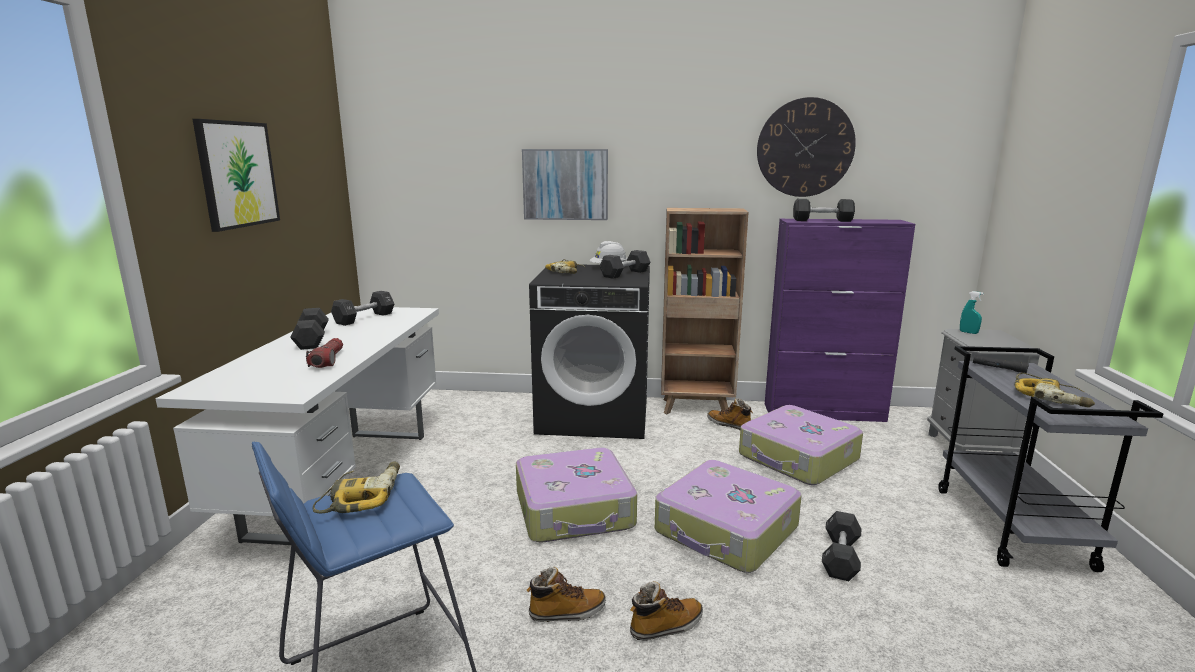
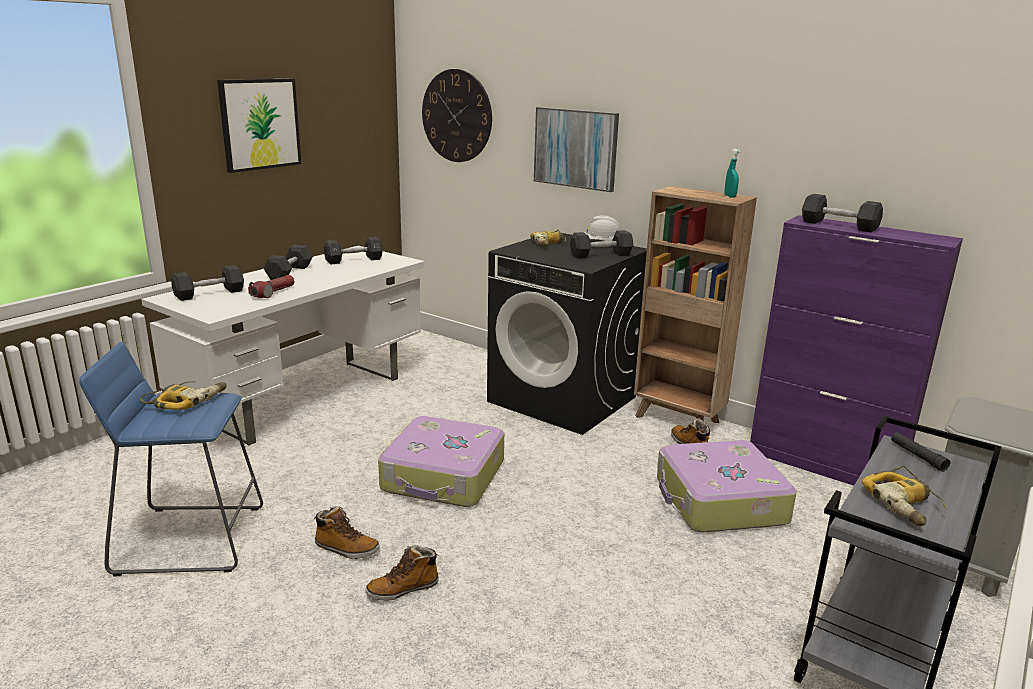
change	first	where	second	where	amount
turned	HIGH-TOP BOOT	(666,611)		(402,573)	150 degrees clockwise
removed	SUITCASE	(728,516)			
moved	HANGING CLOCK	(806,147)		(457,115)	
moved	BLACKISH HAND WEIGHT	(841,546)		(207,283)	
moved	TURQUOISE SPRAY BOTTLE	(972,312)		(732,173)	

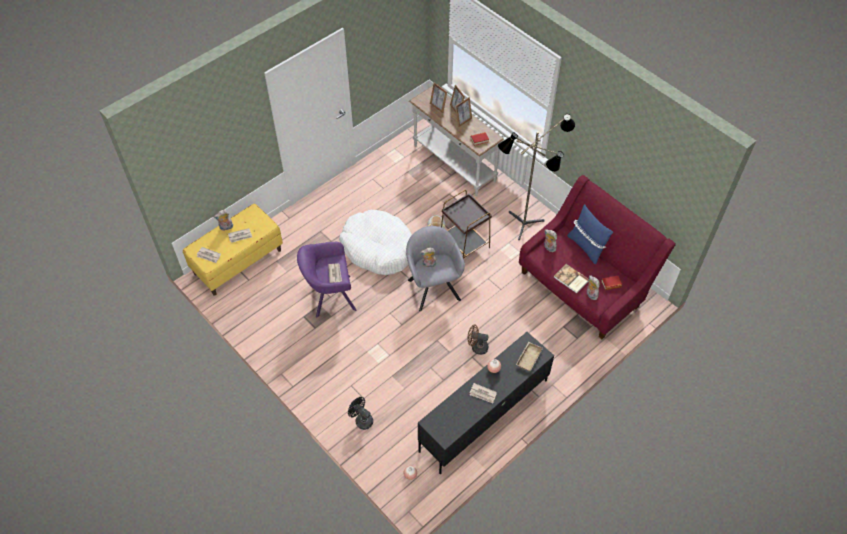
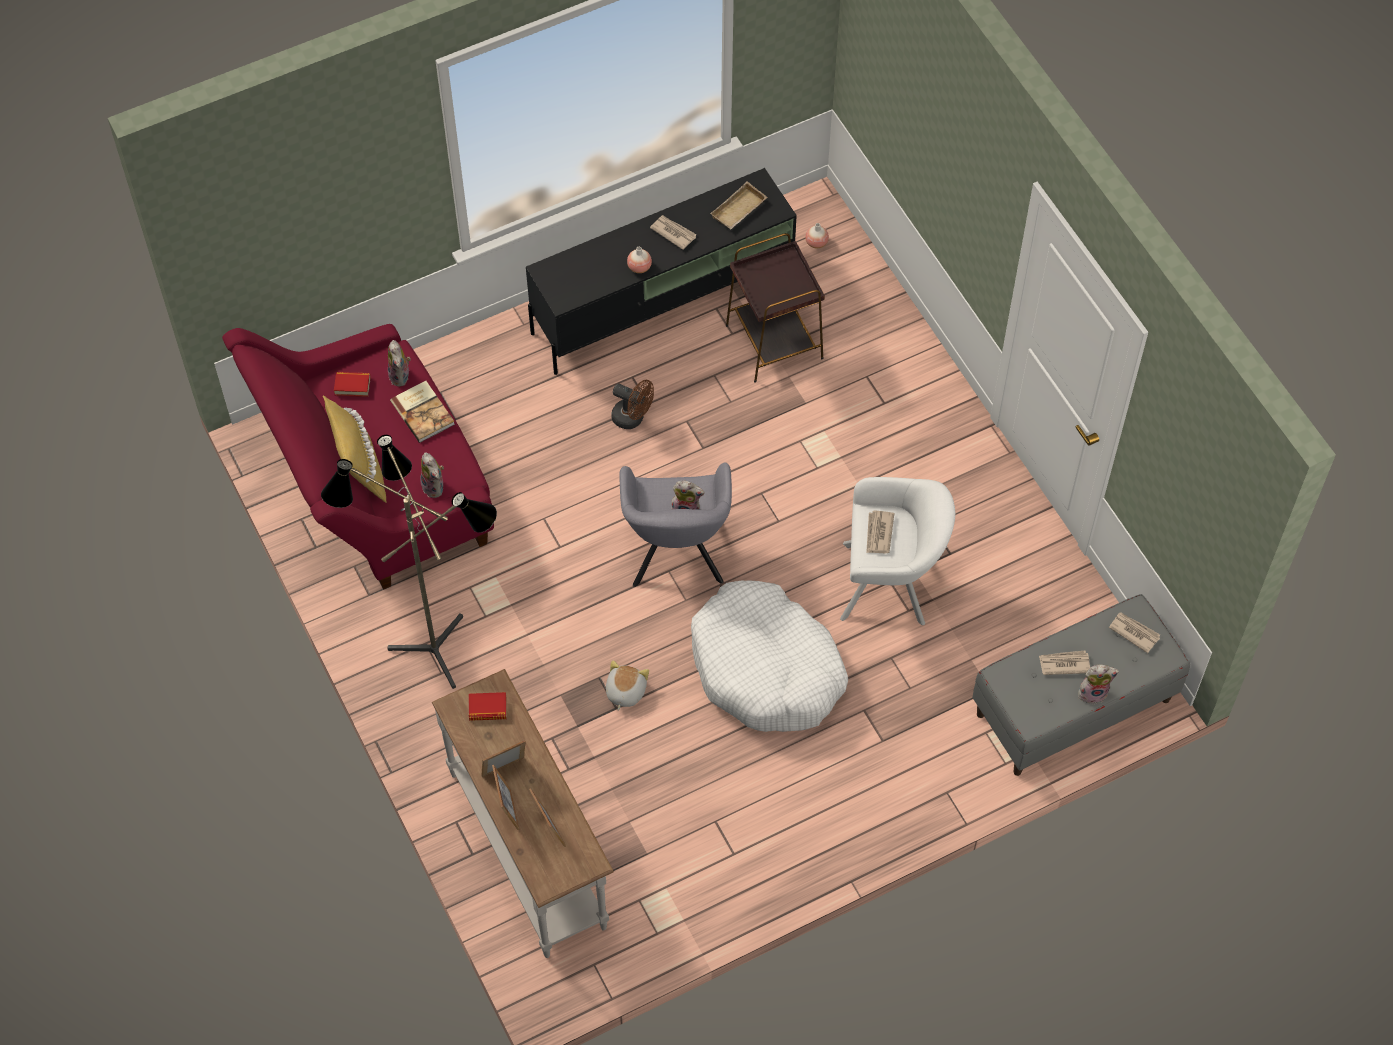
change	first	where	second	where	amount
recoloured	YELLOW INDOOR BENCH	(233,250)	GREY INDOOR BENCH	(1081,685)	
recoloured	PURPLE LOUNGE CHAIR	(326,279)	WHITISH LOUNGE CHAIR	(897,551)	
removed	BLACKISH ELECTRIC FAN	(360,413)			
moved	BROWNISH SIDE TABLE	(466,224)		(775,308)	
moved	BEIGE SERVING TRAY	(529,356)		(738,205)	
recoloured	BLUISH THROW PILLOW	(590,234)	YELLOW THROW PILLOW	(355,449)	

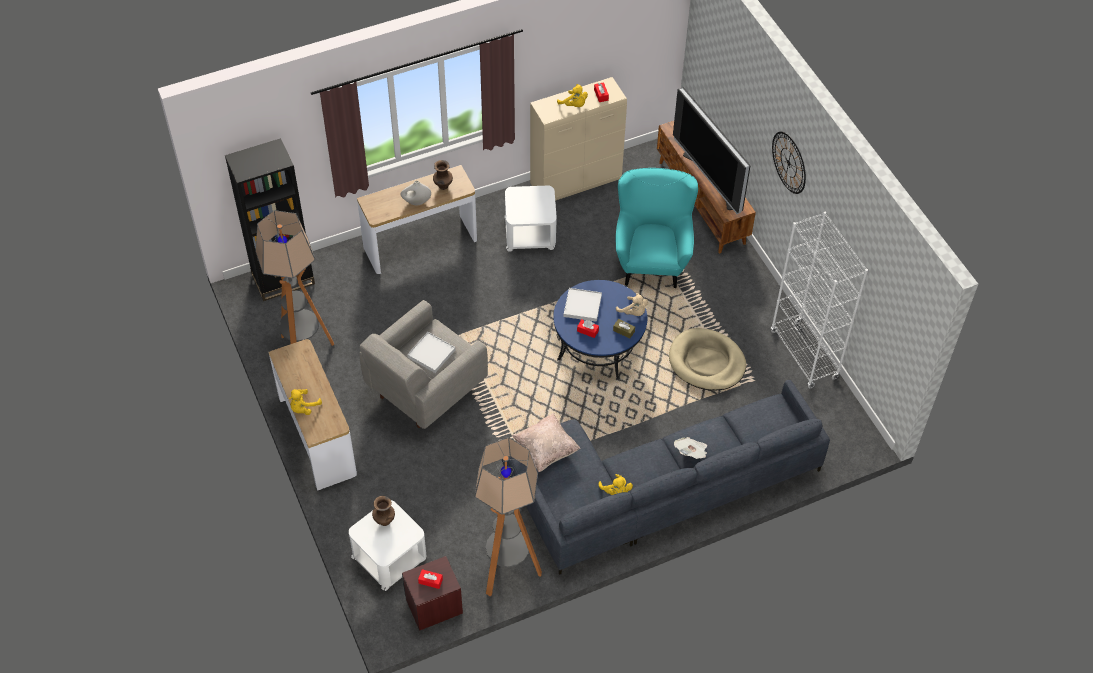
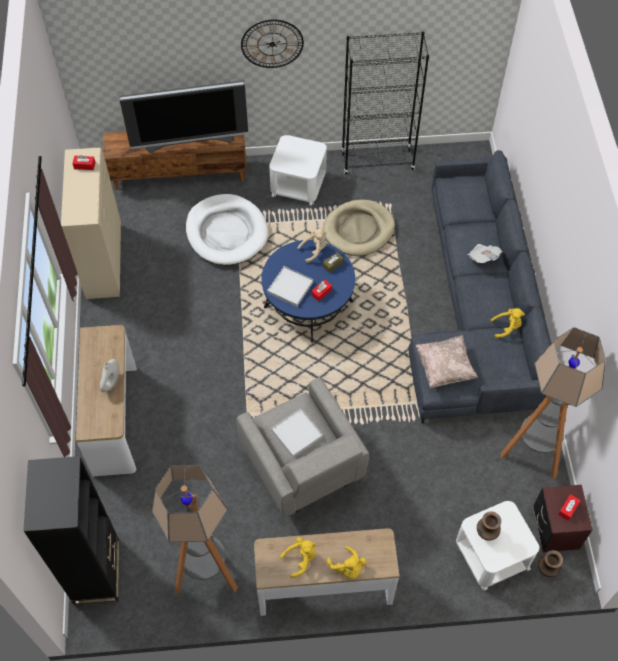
change	first	where	second	where	amount
moved	BROWNISH DECORATIVE VASE	(443,175)		(550,563)	
moved	WHITISH SIDE TABLE	(530,219)		(298,170)	
moved	YELLOW PLUSH TOY	(572,95)		(298,557)	
replaced	TURQUOISE LOUNGE CHAIR	(657,228)	WHITISH DOG CUSHION	(227,229)	
recoloured	WHITISH BOOKCASE	(819,300)	BLACKISH BOOKCASE	(385,103)	

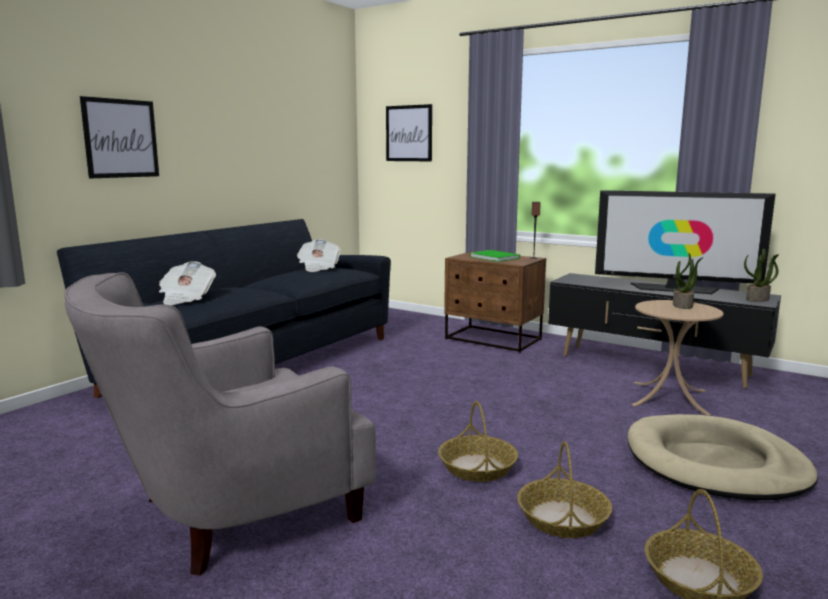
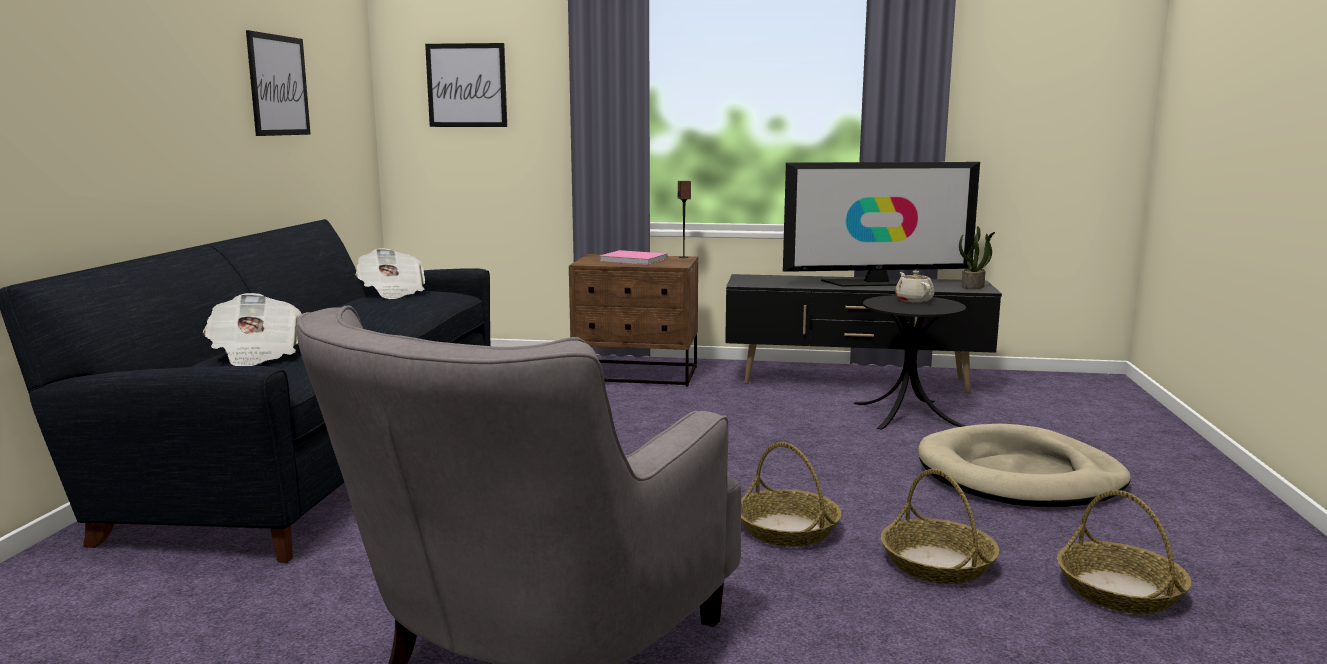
change	first	where	second	where	amount
moved	WALL PICTURE	(119,137)		(278,83)	
recoloured	GREEN VOLUME	(495,256)	PINKISH VOLUME	(634,257)	
recoloured	BEIGE SIDE TABLE	(677,358)	BLACKISH SIDE TABLE	(909,362)	
replaced	POTTED PLANT	(688,281)	BEIGE TEAPOT	(915,287)	

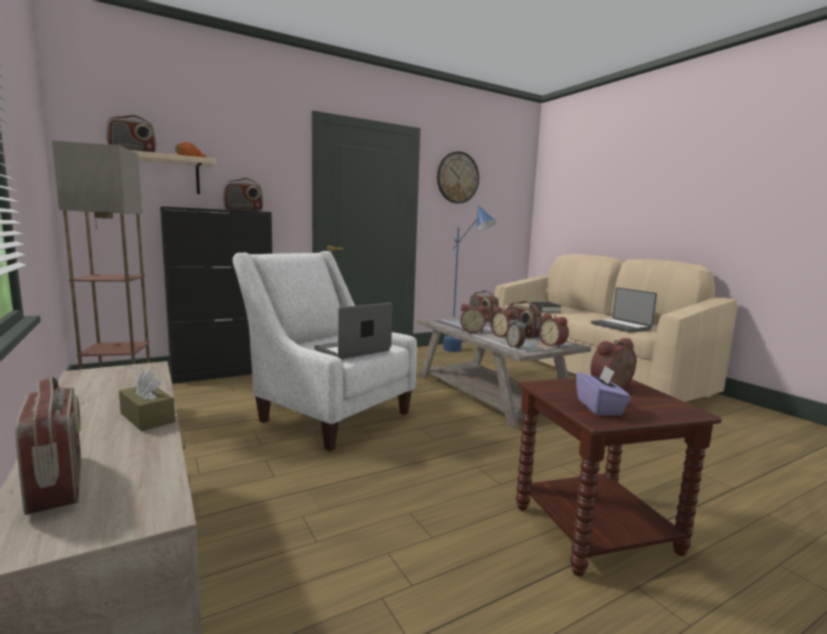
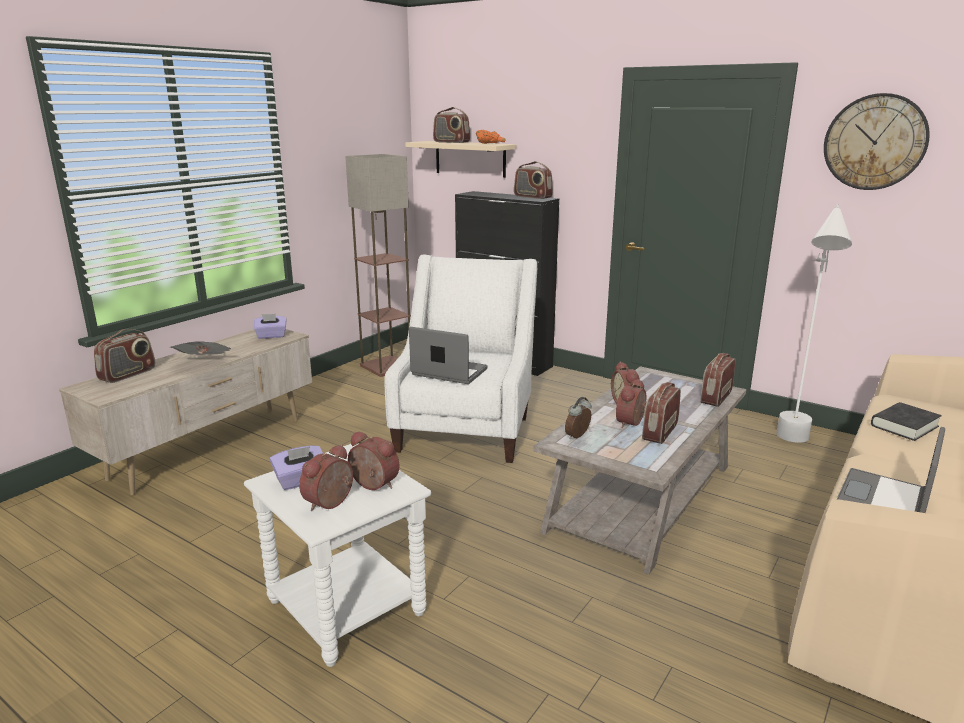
change	first	where	second	where	amount
replaced	BROWNISH TISSUE BOX	(147,400)	NEWSPAPER	(200,348)	
recoloured	BLUISH FLOOR LAMP	(469,278)	WHITISH FLOOR LAMP	(814,323)	
recoloured	BROWNISH SIDE TABLE	(619,477)	WHITISH SIDE TABLE	(337,555)	
moved	BEDSIDE CLOCK	(553,330)		(326,477)	
added			PURPLE TISSUE BOX	(270,326)	

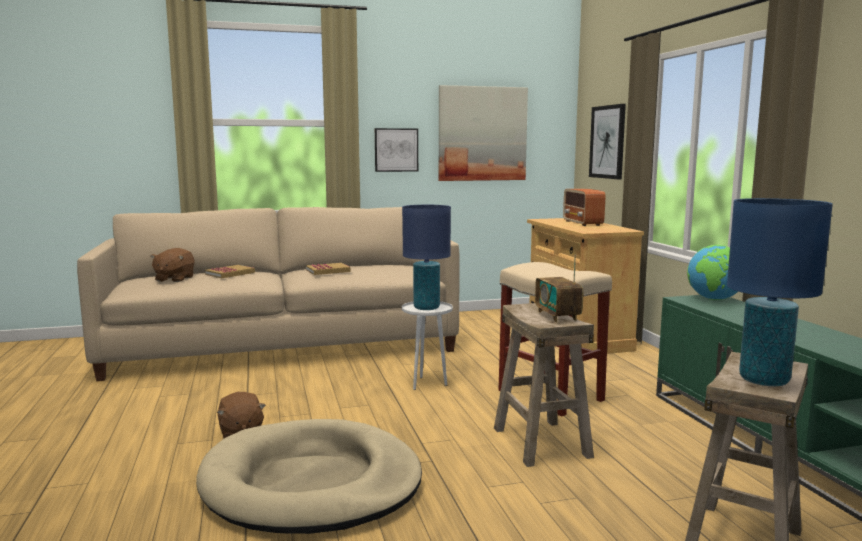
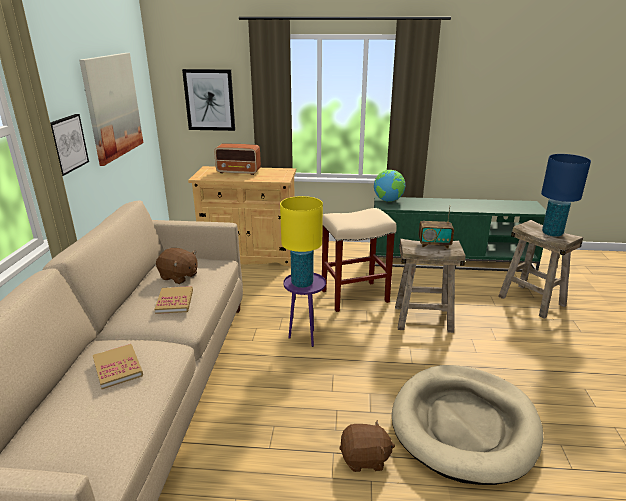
change	first	where	second	where	amount
moved	BROWNISH PLUSH TOY	(172,265)		(177,266)	
recoloured	BLUISH LAMP FOR A TABLE	(426,257)	YELLOW LAMP FOR A TABLE	(301,242)	
recoloured	WHITISH SIDE TABLE	(427,345)	PURPLE SIDE TABLE	(304,310)	

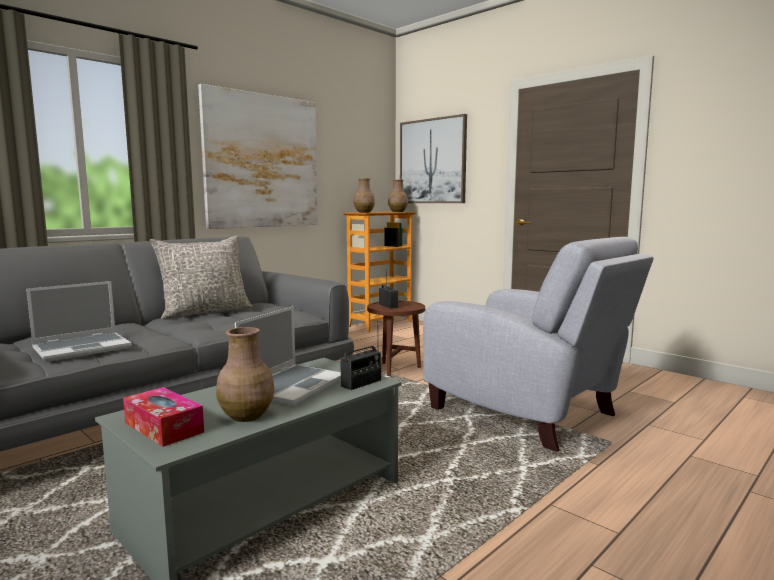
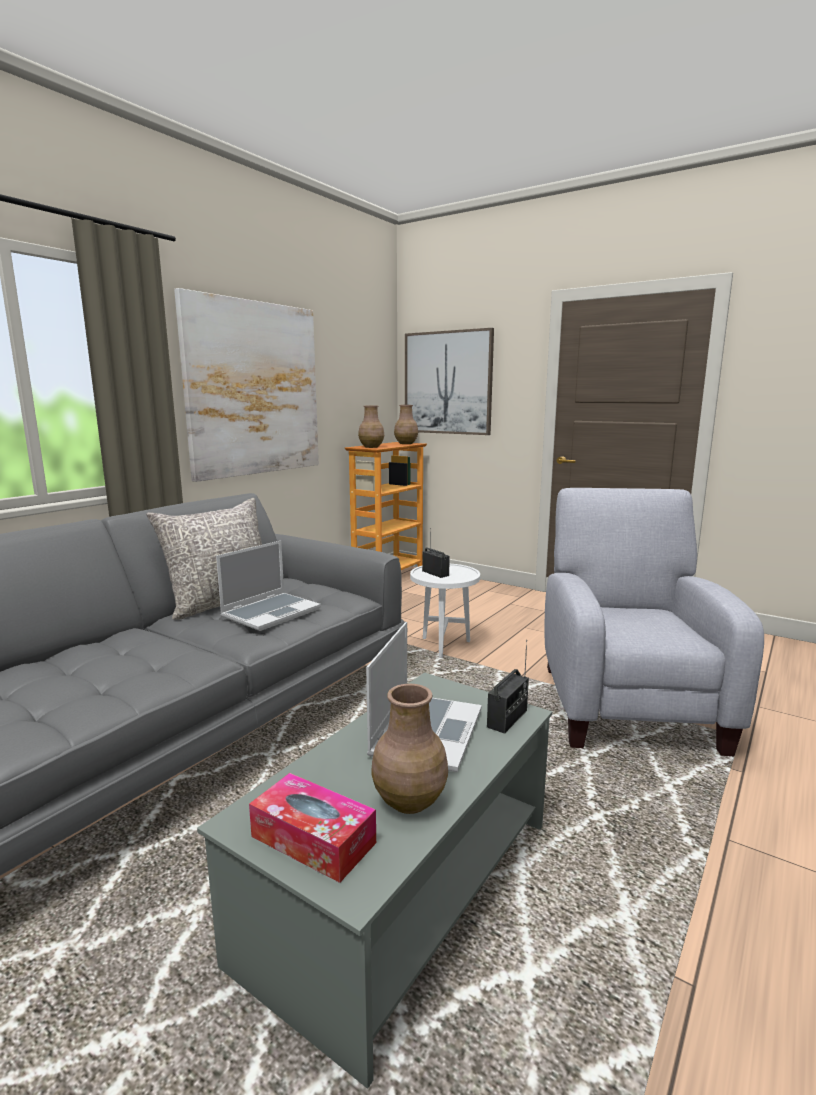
change	first	where	second	where	amount
moved	PORTABLE COMPUTER	(79,321)		(268,585)	
recoloured	BROWNISH SIDE TABLE	(396,338)	WHITISH SIDE TABLE	(445,611)	
turned	GREY LOUNGE CHAIR	(538,344)		(654,622)	120 degrees counterclockwise

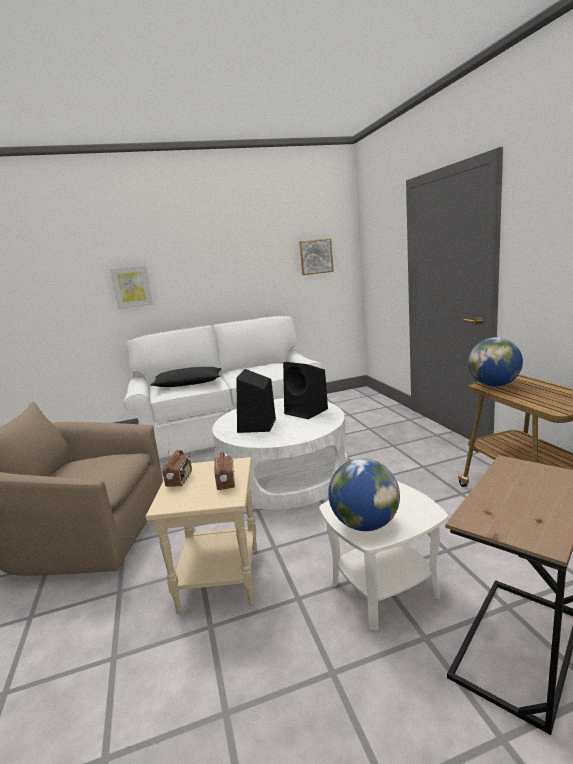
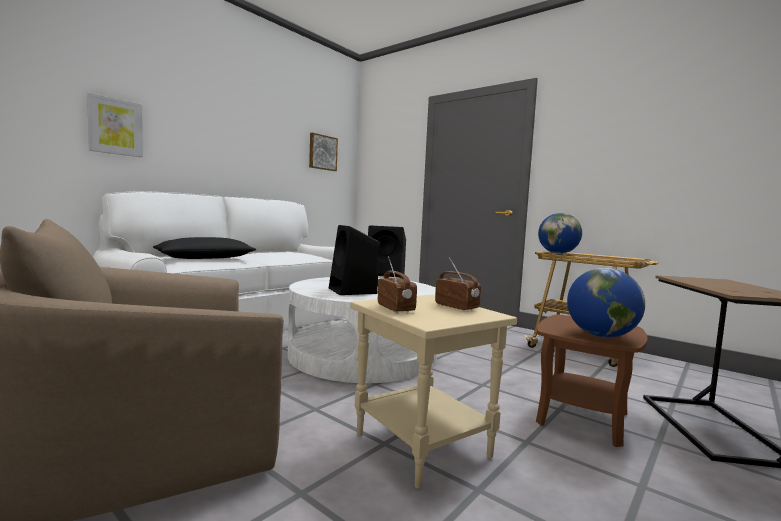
change	first	where	second	where	amount
recoloured	WHITISH SIDE TABLE	(383,556)	BROWNISH SIDE TABLE	(592,381)	

